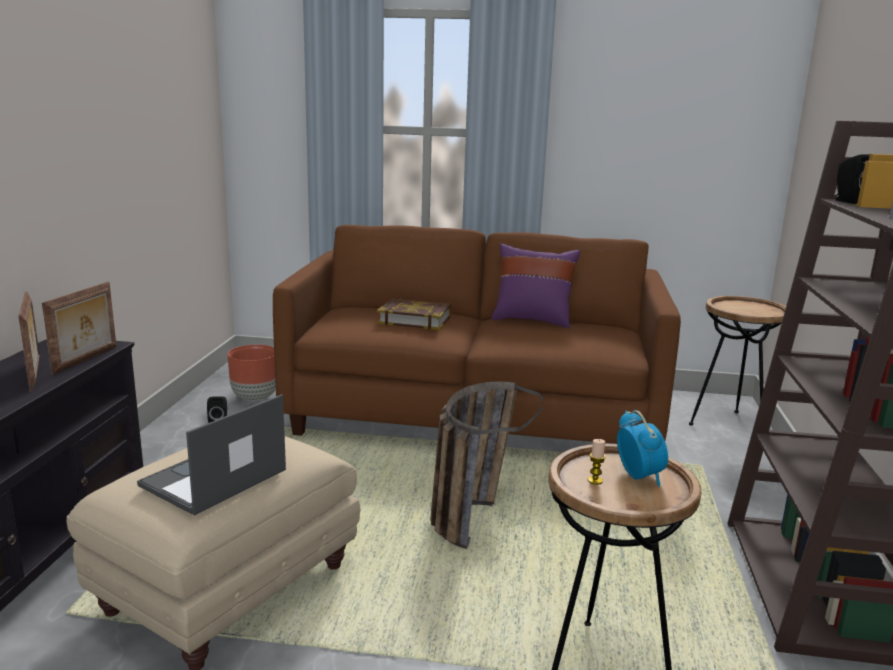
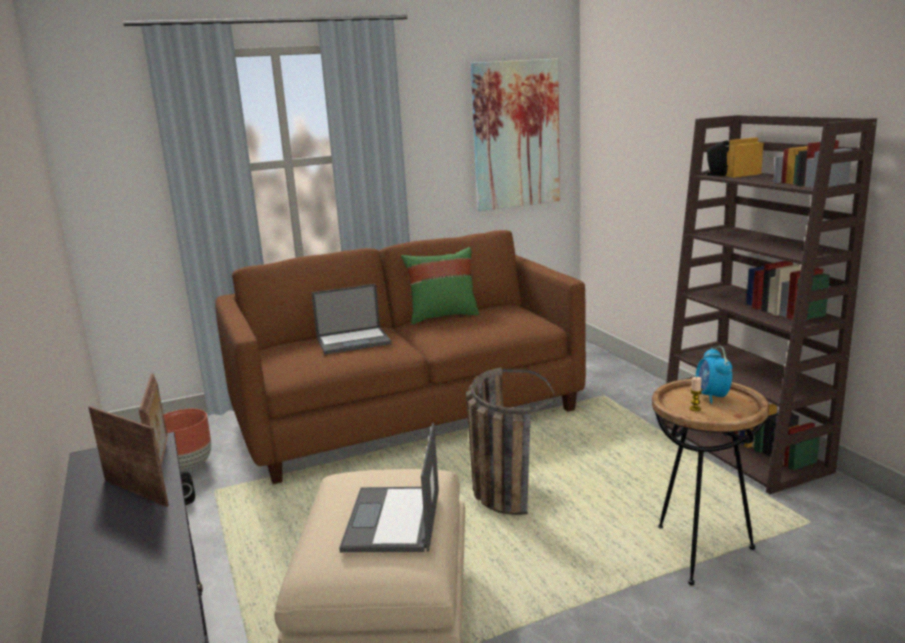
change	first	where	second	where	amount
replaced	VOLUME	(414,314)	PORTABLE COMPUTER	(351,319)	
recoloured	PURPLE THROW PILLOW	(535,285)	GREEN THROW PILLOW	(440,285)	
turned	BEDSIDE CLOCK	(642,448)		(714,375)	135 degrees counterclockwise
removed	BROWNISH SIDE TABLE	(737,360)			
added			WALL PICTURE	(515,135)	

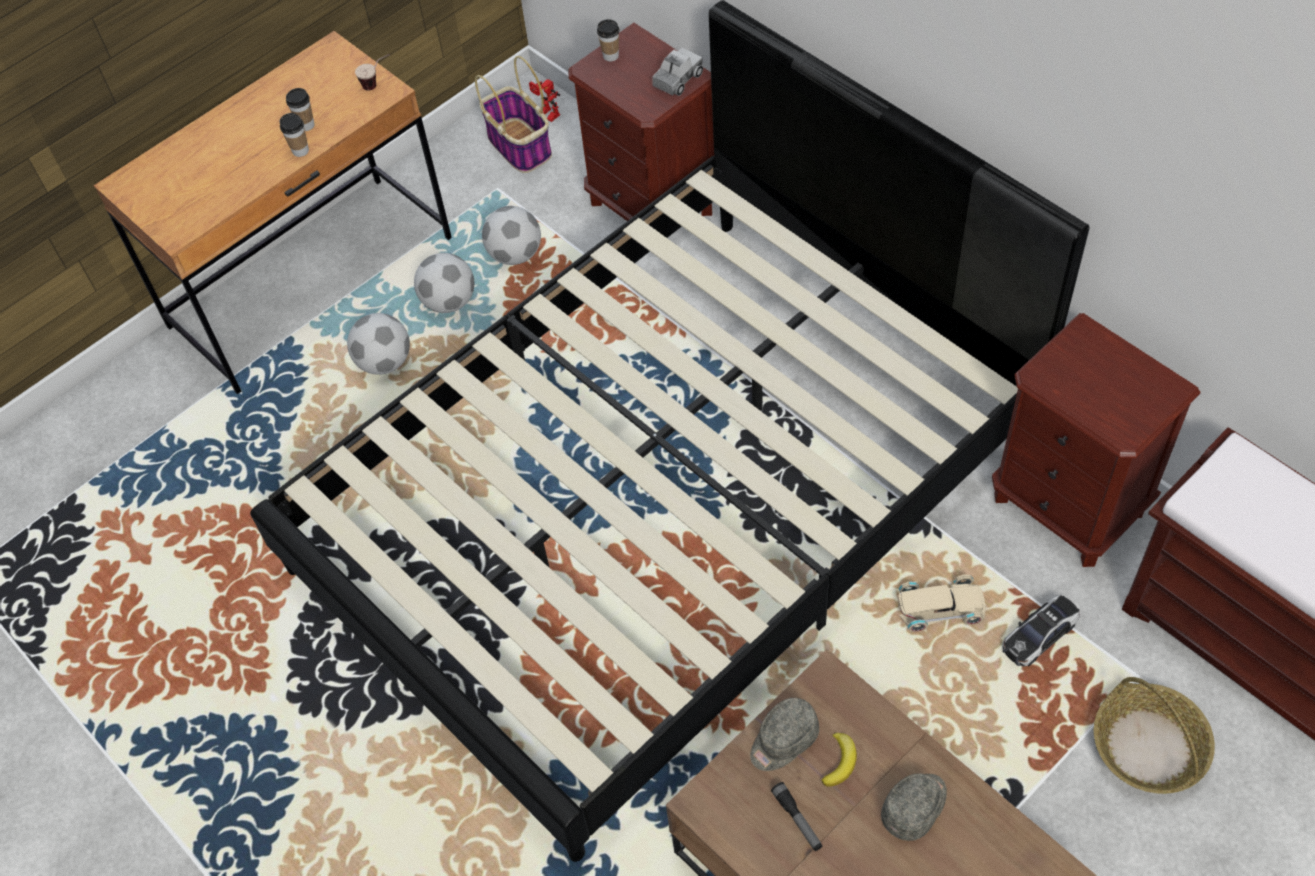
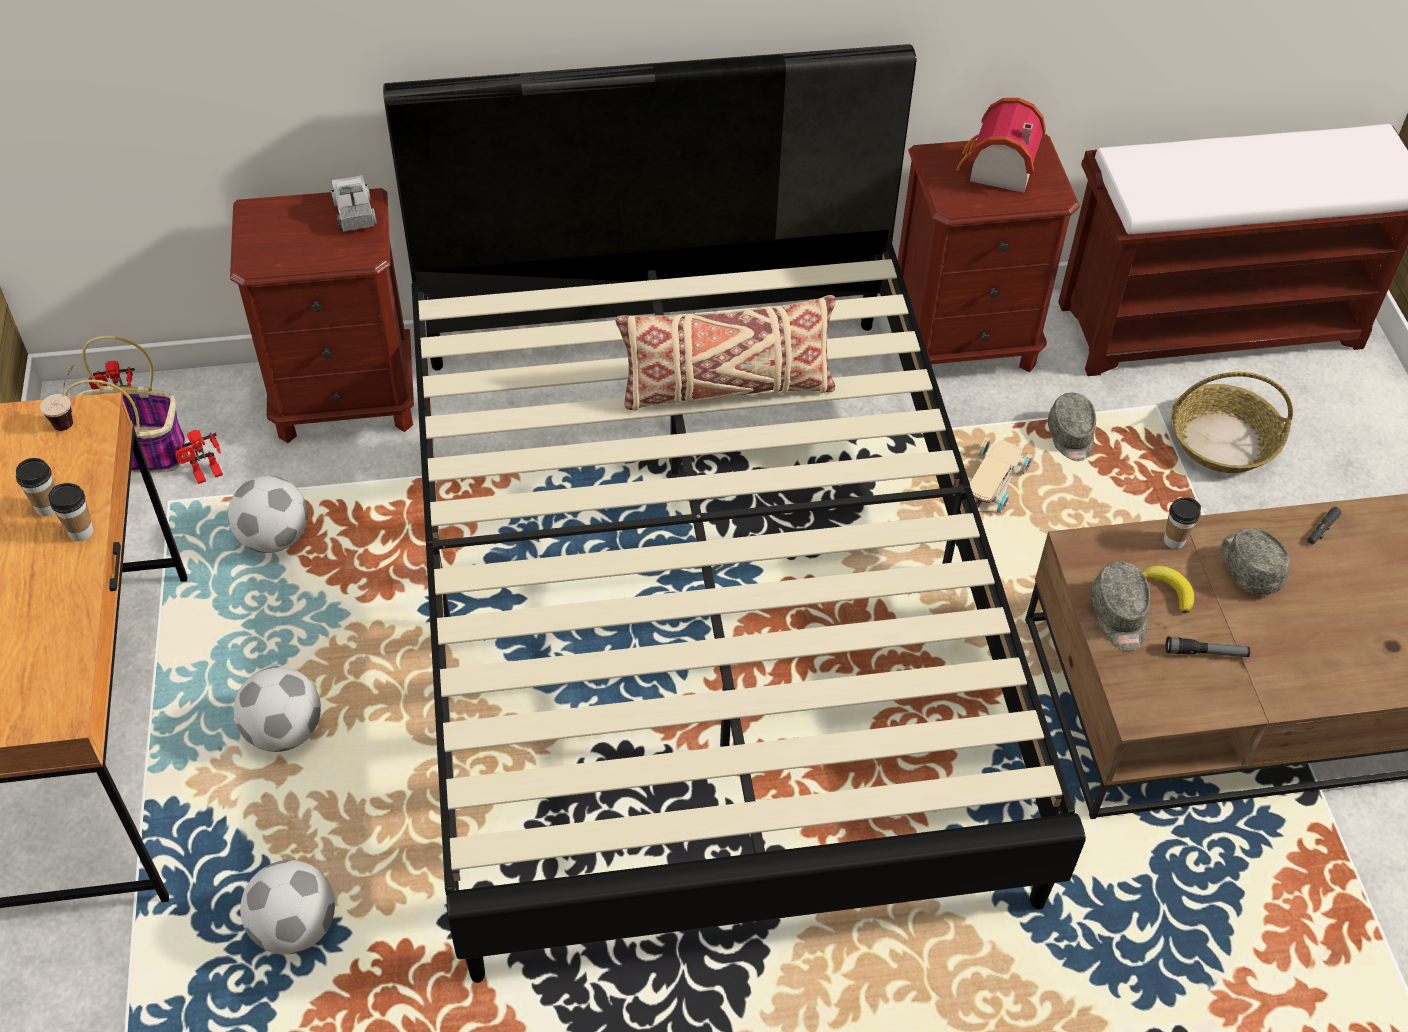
change	first	where	second	where	amount
moved	FOOTBALL BALL	(444,283)		(287,907)	
moved	SMALL CUP	(608,40)		(1182,523)	
replaced	MODEL CAR	(1041,630)	GREY CAP	(1072,426)	
added			ROBOT FIGURE	(199,457)	
added			BEIGE THROW PILLOW	(725,353)	
added			MINIATURE HOUSE	(1001,145)	
added			BLACKISH HAND TORCH	(1324,526)	

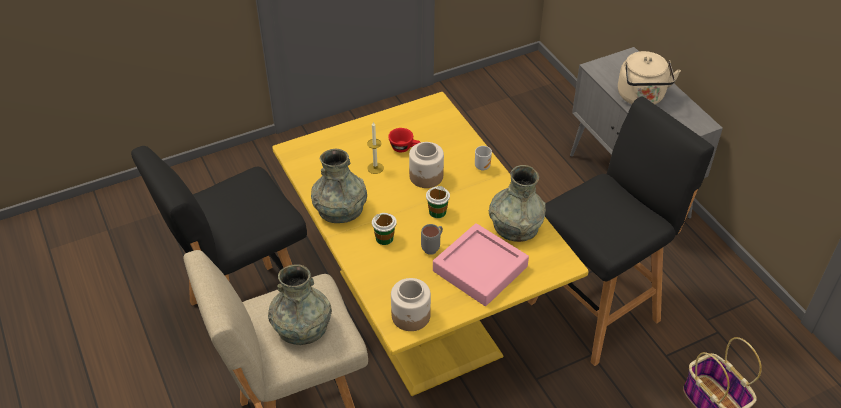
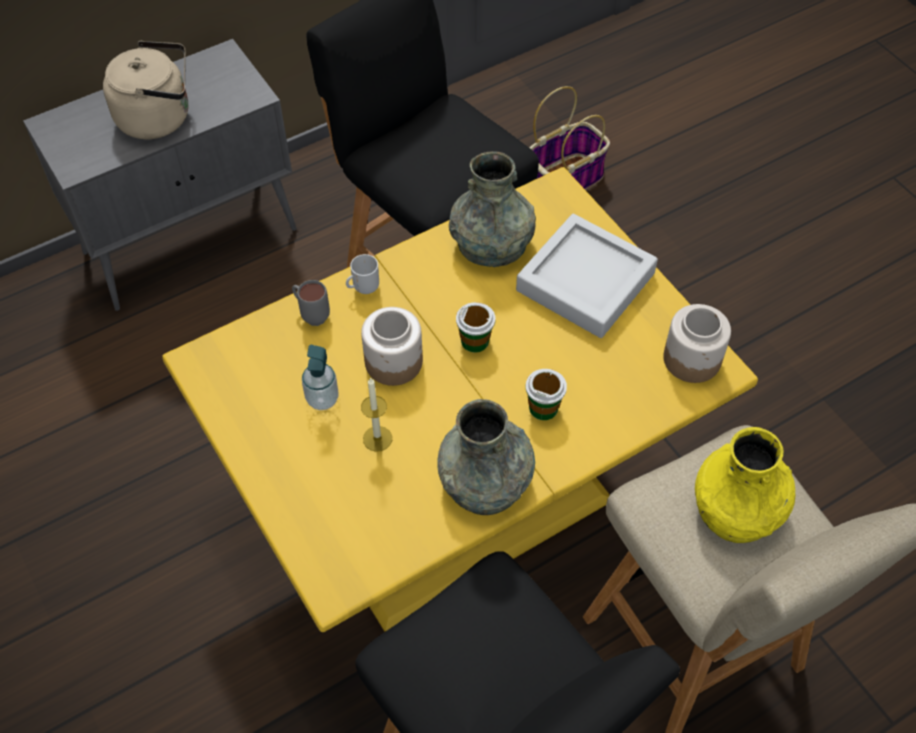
change	first	where	second	where	amount
recoloured	GREY DECORATIVE VASE	(300,304)	YELLOW DECORATIVE VASE	(745,485)	
replaced	RED-COLOURED SMALL CUP	(404,140)	SOAP DISPENSER	(320,377)	
moved	GREY MUG	(432,239)		(311,303)	
recoloured	PINKISH SERVING TRAY	(481,264)	GREY SERVING TRAY	(587,276)	

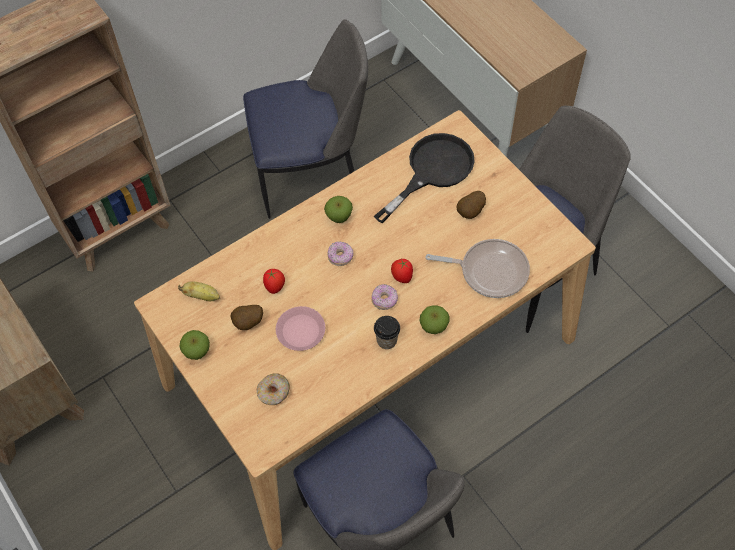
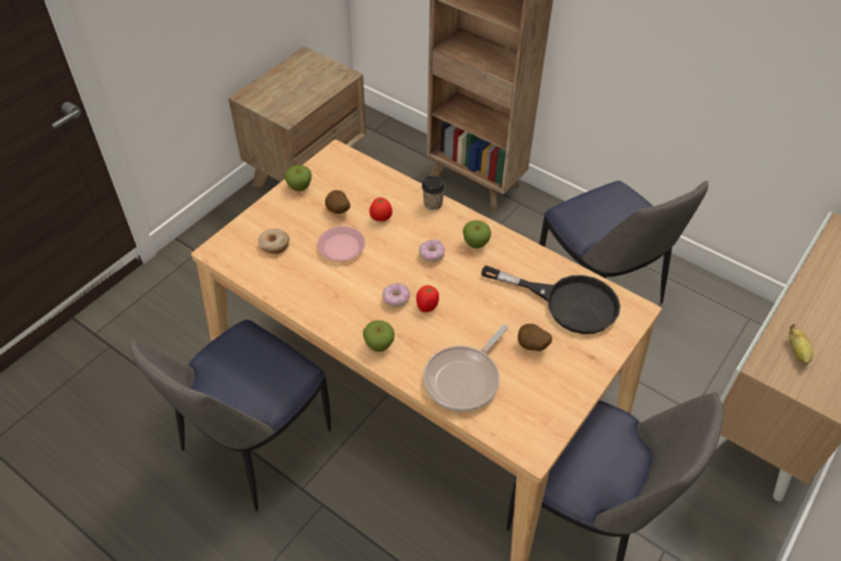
change	first	where	second	where	amount
moved	BANANA FRUIT	(199,291)		(801,344)	
moved	SMALL CUP	(387,332)		(434,192)	
turned	SKILLET	(477,268)		(465,368)	45 degrees clockwise

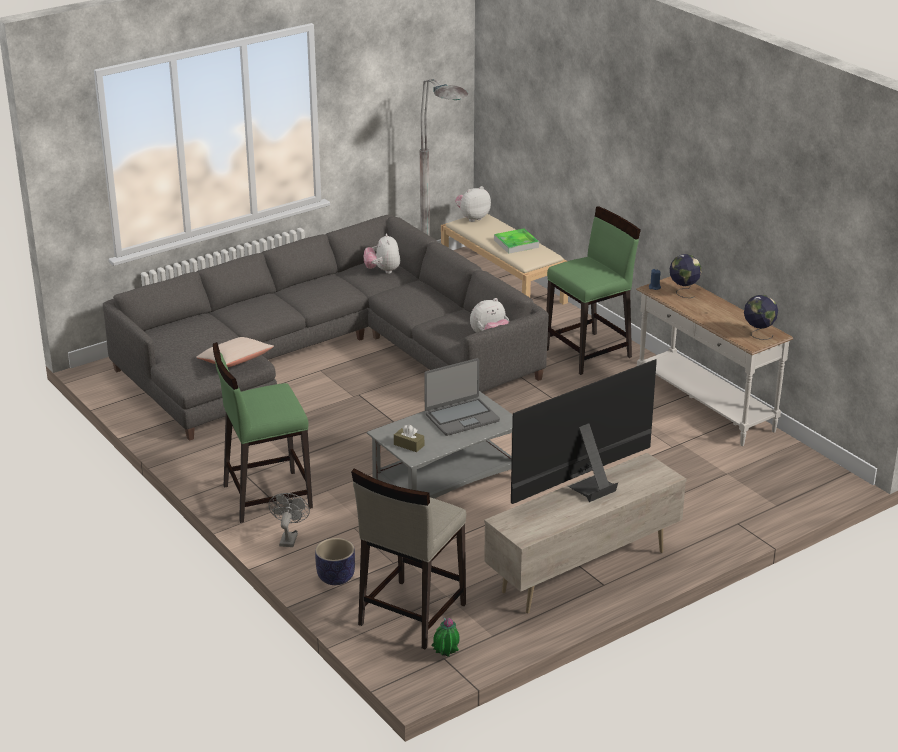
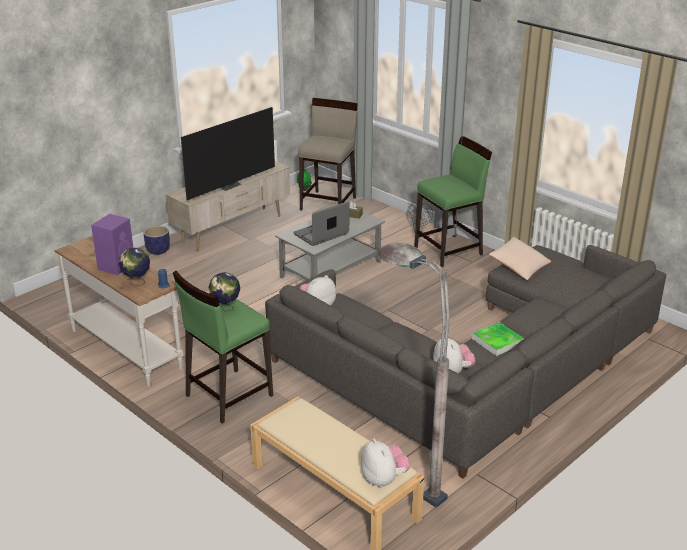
change	first	where	second	where	amount
moved	PLANT POT	(335,561)		(157,240)	
turned	PLUSH TOY	(473,204)		(385,463)	75 degrees counterclockwise
moved	SERVING TRAY	(516,241)		(498,339)	
moved	WORLD GLOBE	(761,317)		(224,291)	
added			PURPLE LOUDSPEAKER	(112,244)	

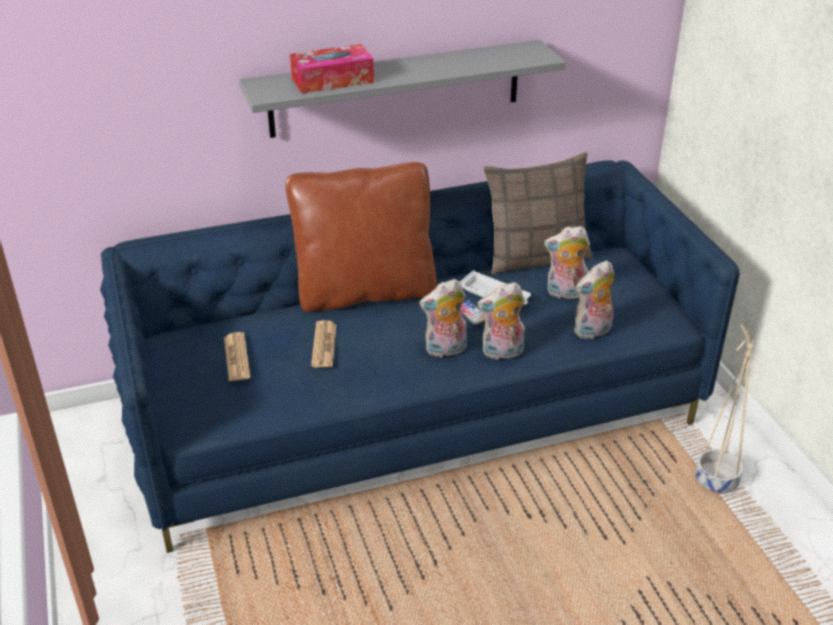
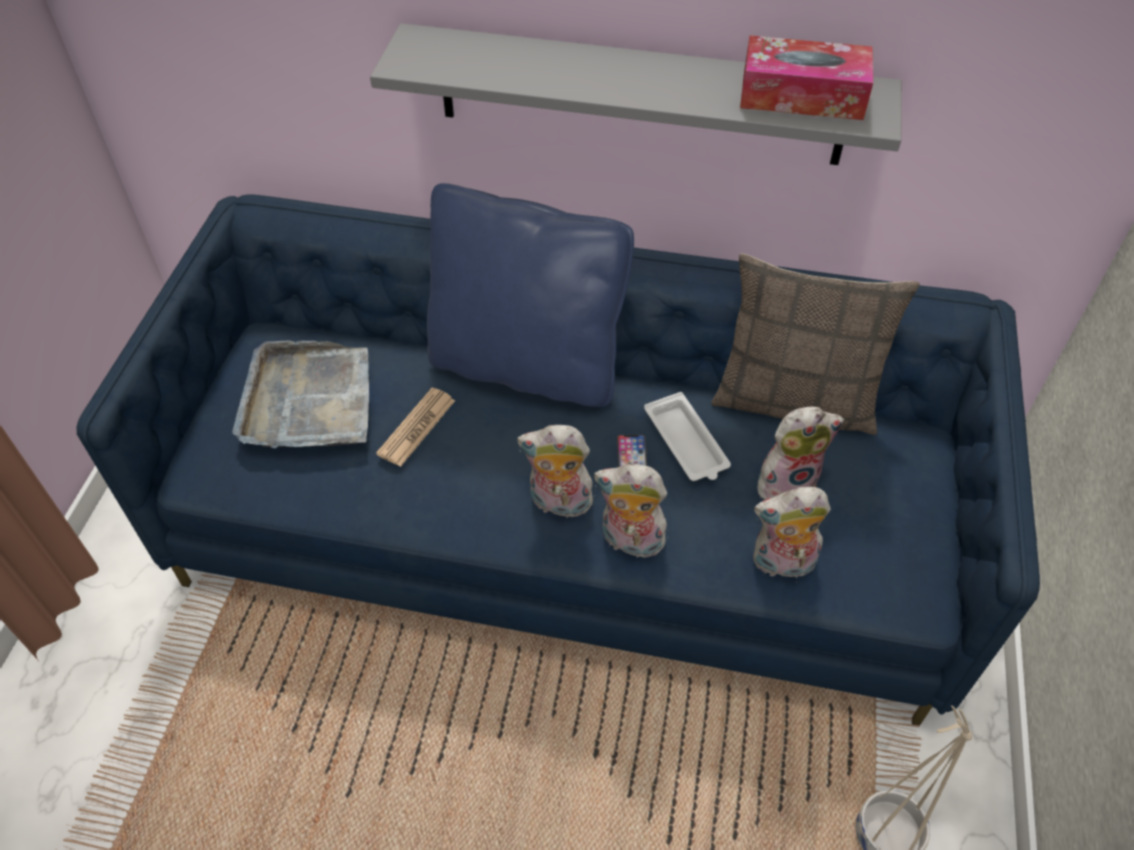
change	first	where	second	where	amount
replaced	NEWSPAPER	(237,356)	GREY SERVING TRAY	(300,394)	
recoloured	BROWNISH THROW PILLOW	(361,237)	BLUISH THROW PILLOW	(530,295)	
moved	TISSUE BOX	(332,69)		(806,77)	
turned	PLUSH TOY	(567,262)		(801,455)	135 degrees clockwise

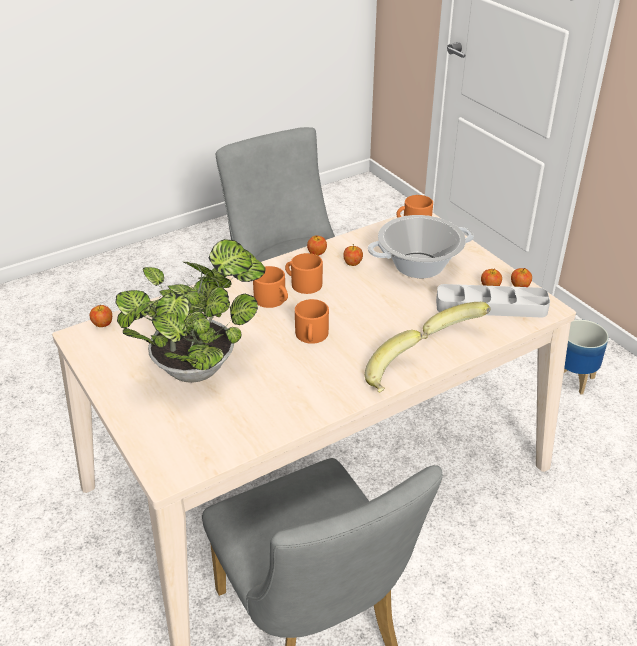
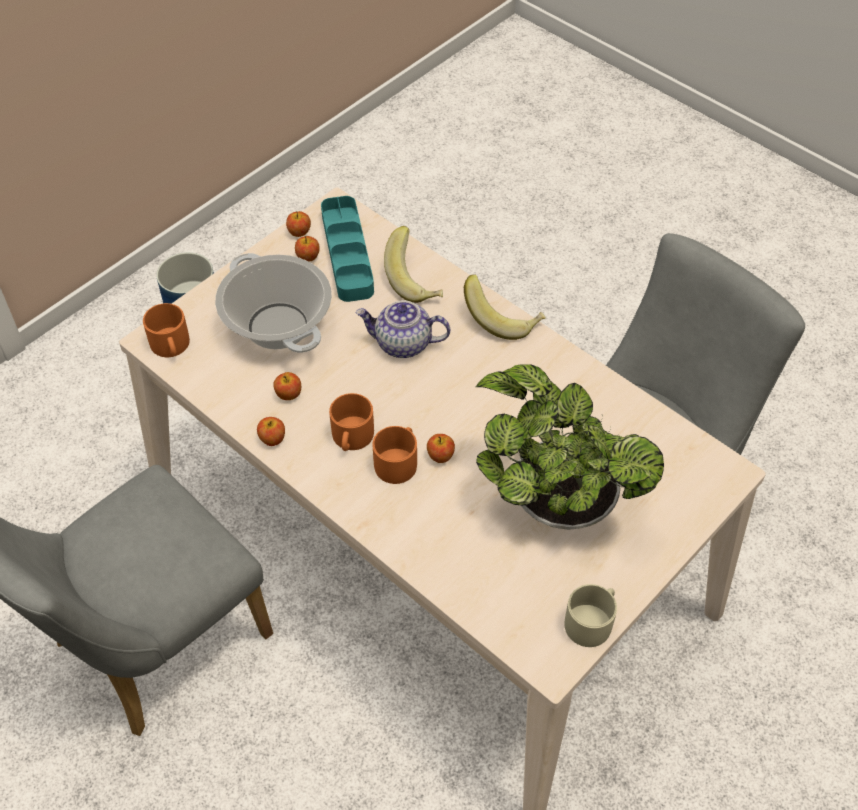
change	first	where	second	where	amount
moved	APPLE FRUIT	(101,316)		(441,448)	
removed	ORANGE MUG	(312,321)			
recoloured	GREY SERVING TRAY	(493,300)	TURQUOISE SERVING TRAY	(347,249)	
added			TEAPOT	(403,329)	
added			BEIGE MUG	(591,615)	

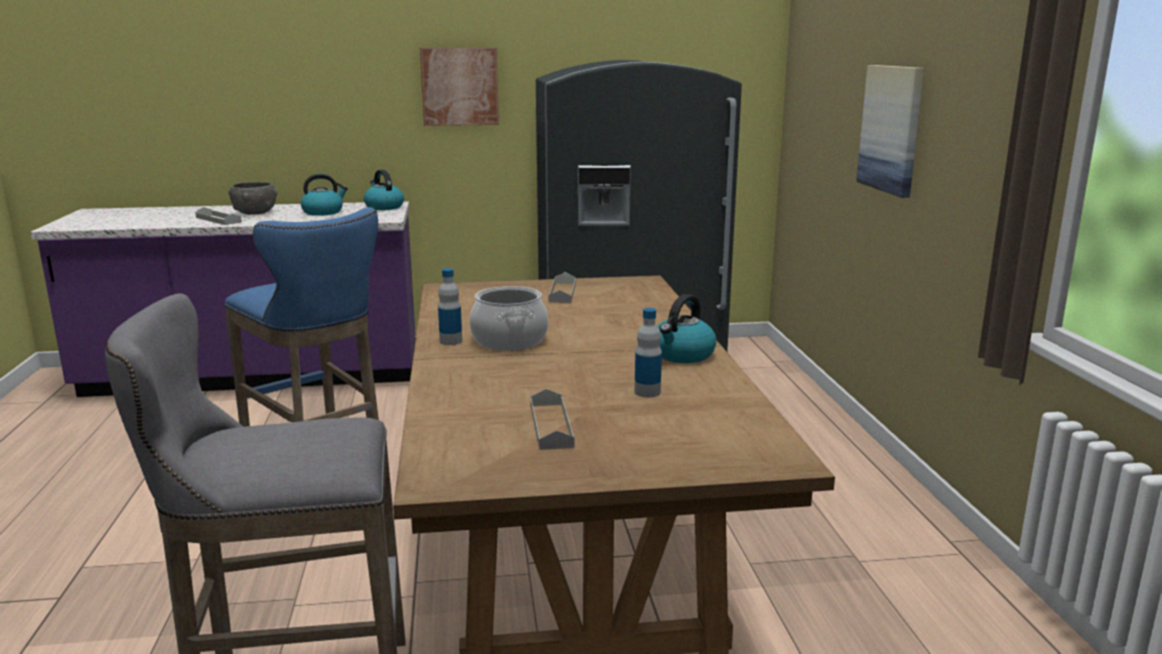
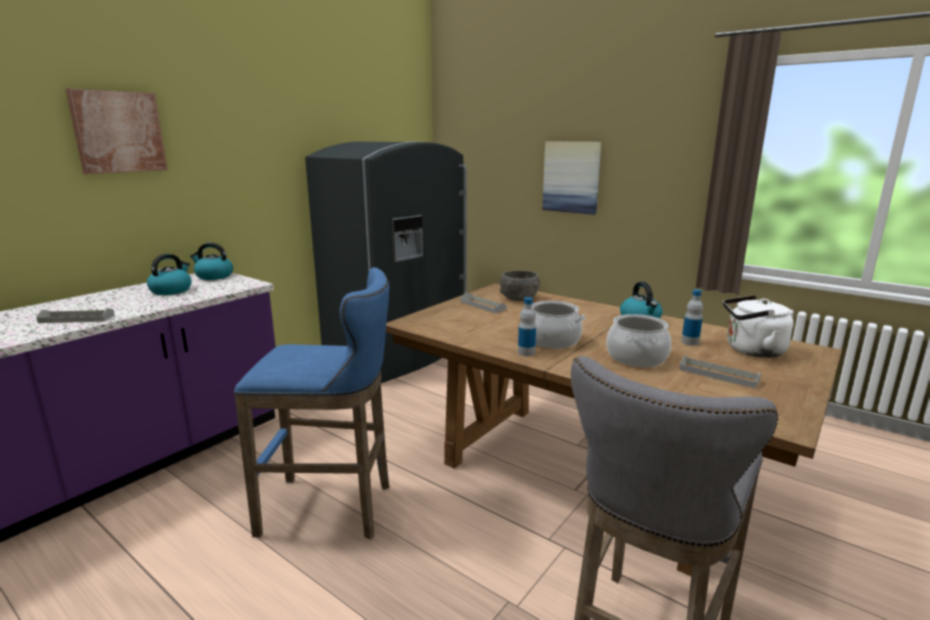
change	first	where	second	where	amount
moved	GREY BOWL	(253,198)		(520,285)	
moved	WALL PICTURE	(459,86)		(116,131)	
added			STOCKPOT	(638,340)	
added			WHITISH WATER KETTLE	(758,326)	

